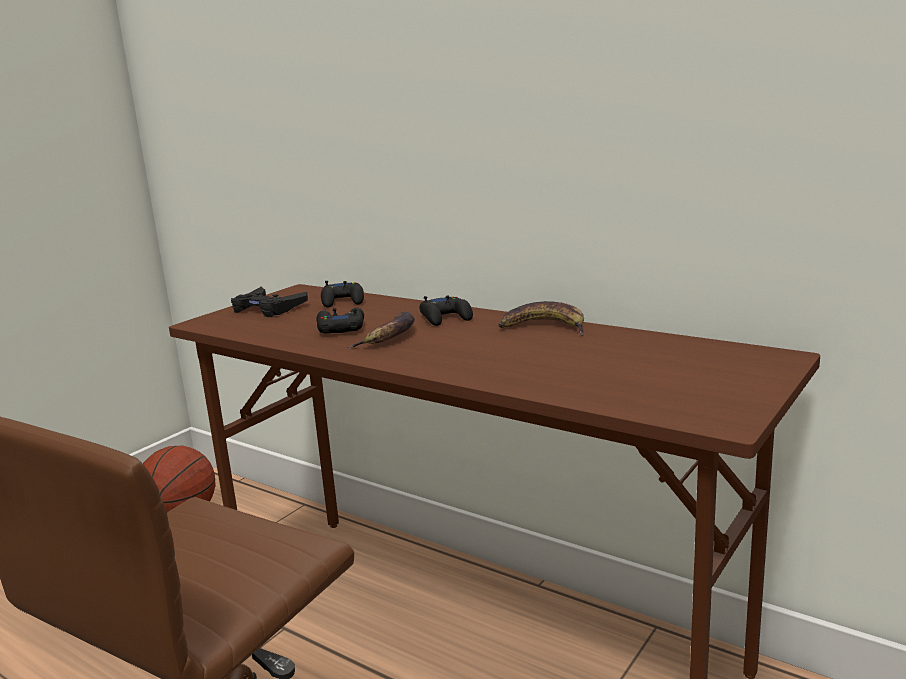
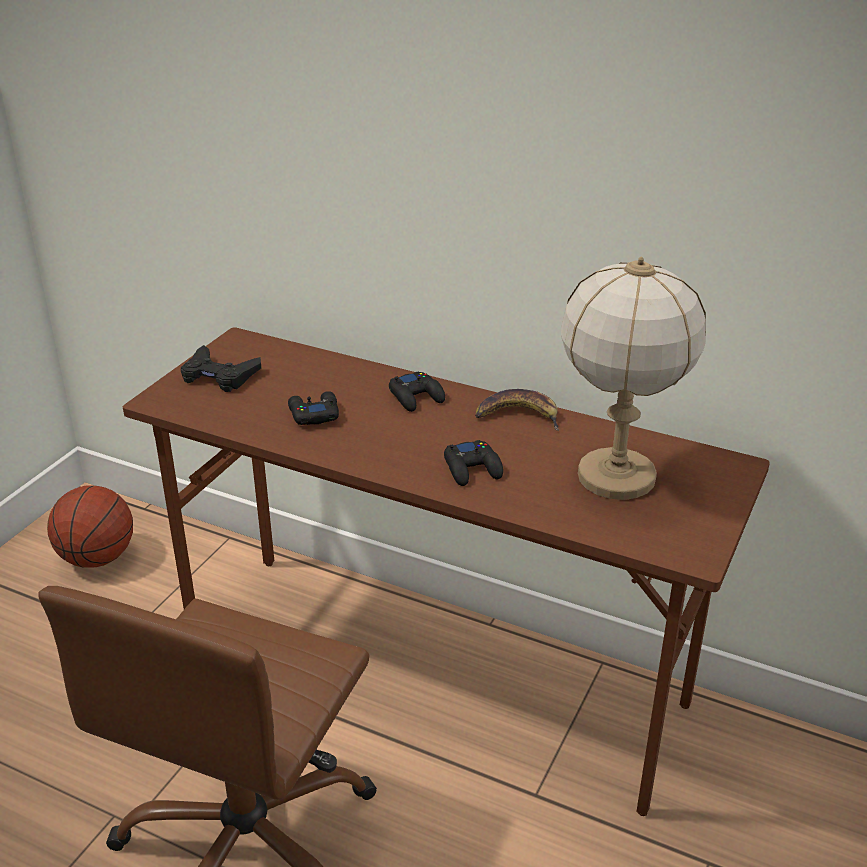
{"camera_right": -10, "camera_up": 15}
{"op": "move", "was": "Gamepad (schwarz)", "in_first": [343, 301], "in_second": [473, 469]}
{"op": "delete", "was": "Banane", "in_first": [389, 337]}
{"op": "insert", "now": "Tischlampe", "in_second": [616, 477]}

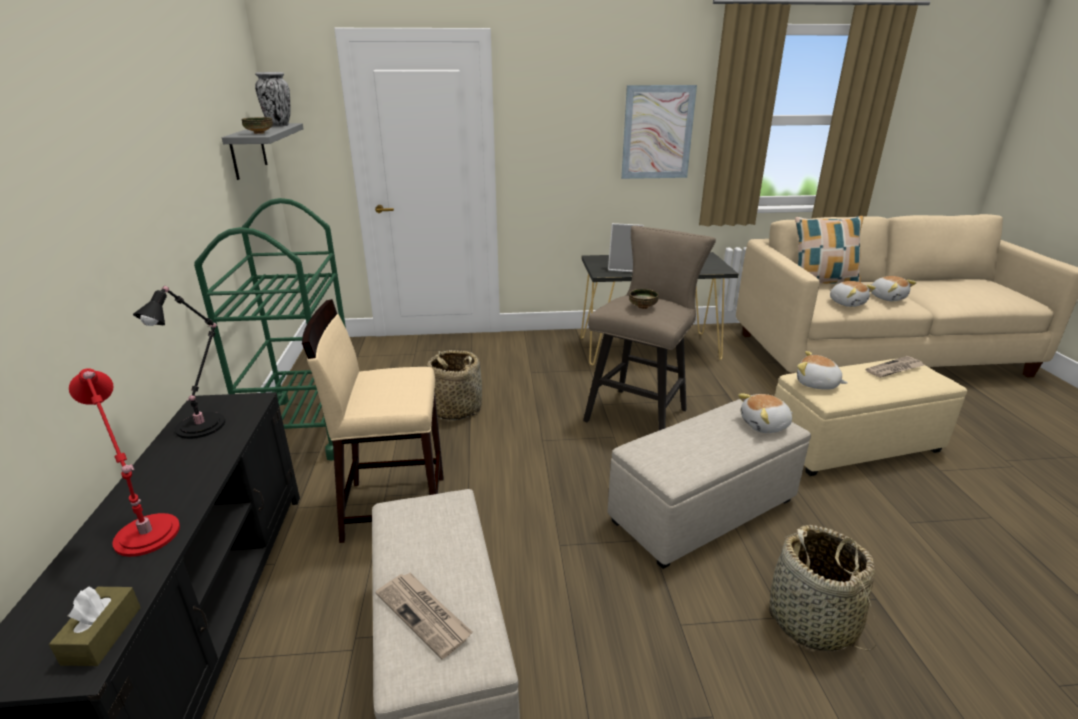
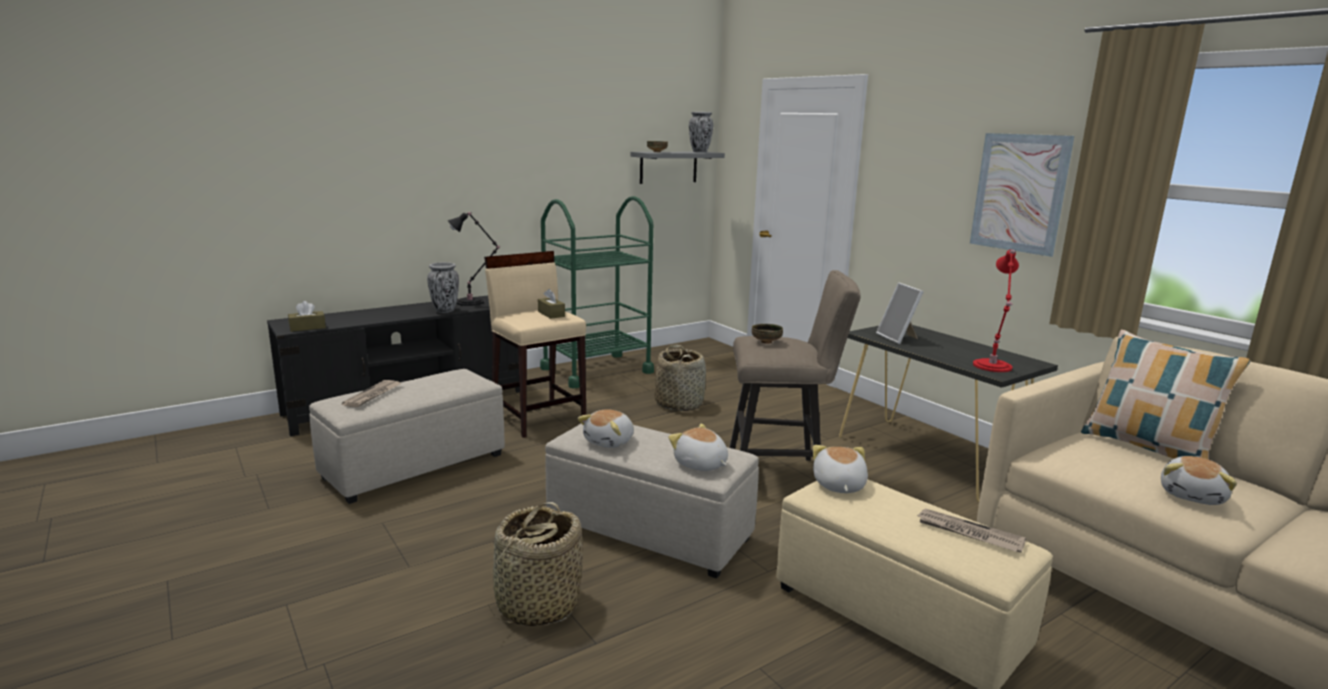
{"camera_right": 60, "camera_up": -10}
{"op": "move", "was": "Tischlampe (rot)", "in_first": [148, 538], "in_second": [992, 367]}
{"op": "move", "was": "Plüschtier", "in_first": [847, 303], "in_second": [610, 442]}
{"op": "insert", "now": "Vase", "in_second": [444, 310]}
{"op": "insert", "now": "Taschentuchbox (braun)", "in_second": [551, 314]}

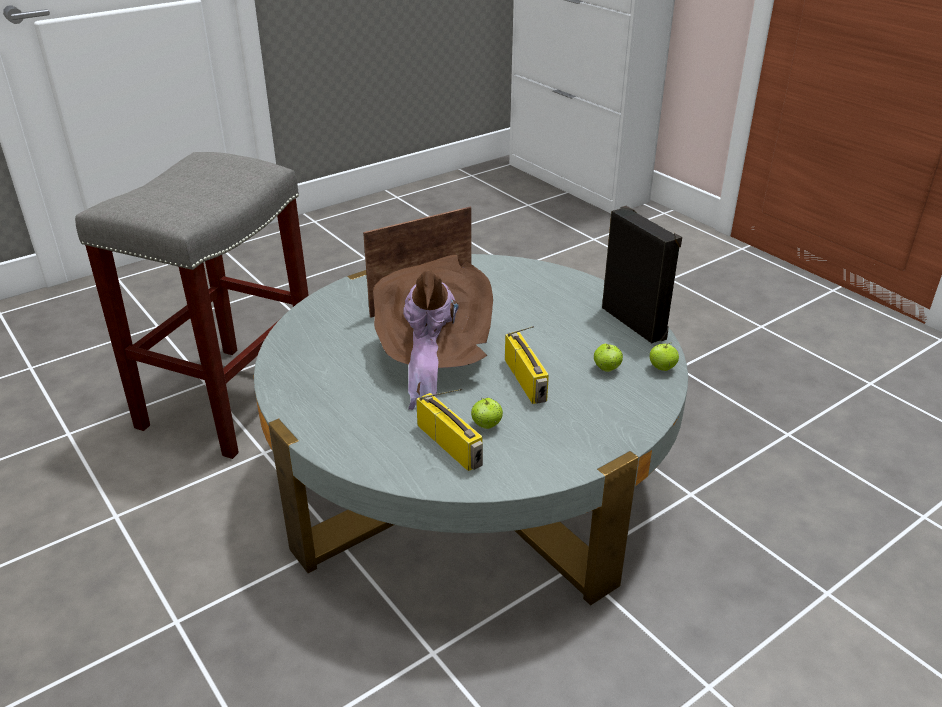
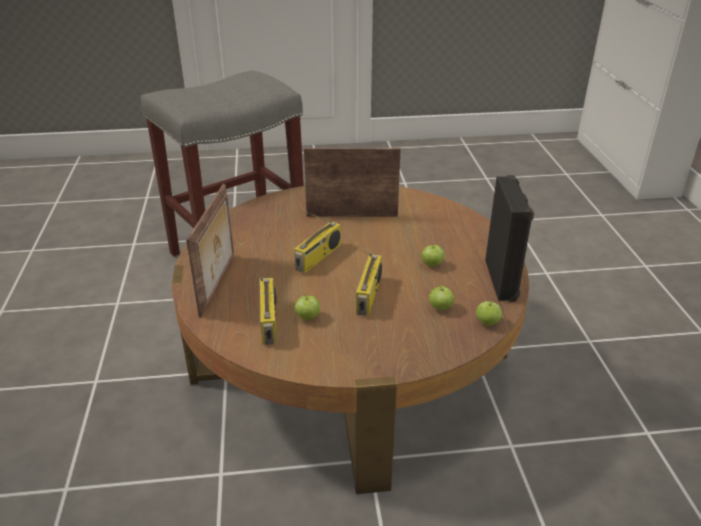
{"camera_right": 30, "camera_up": 0}
{"op": "recolor", "was": "Couchtisch (grau)", "now": "Couchtisch (braun)", "in_first": [470, 474], "in_second": [350, 361]}
{"op": "replace", "was": "Hut (braun)", "now": "Radio", "in_first": [432, 359], "in_second": [318, 258]}
{"op": "insert", "now": "Bilderrahmen", "in_second": [219, 284]}
{"op": "insert", "now": "Apfel", "in_second": [432, 265]}

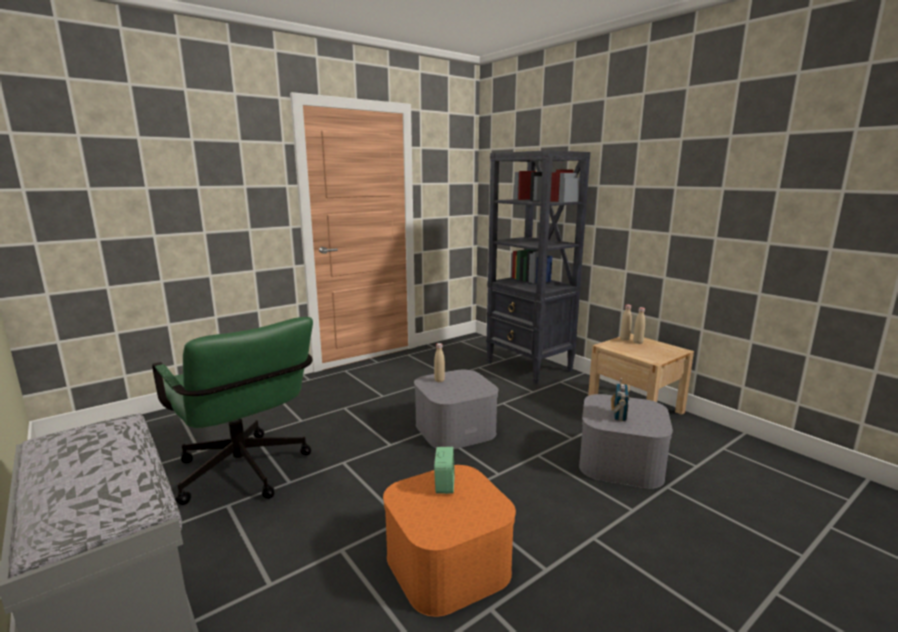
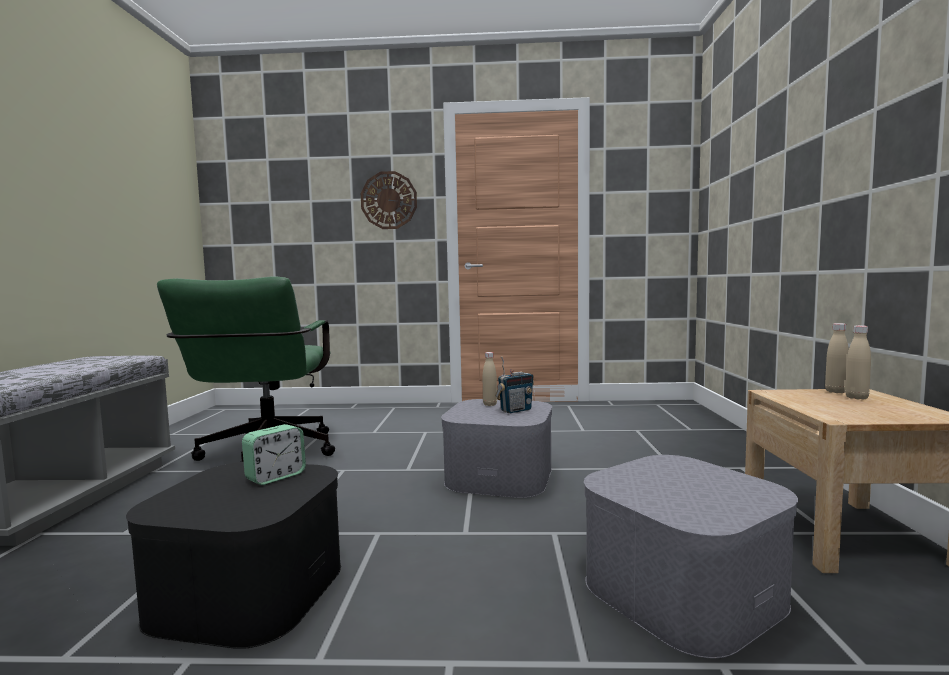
{"camera_right": 40, "camera_up": -10}
{"op": "recolor", "was": "Aufbewahrungsbox (orange)", "now": "Aufbewahrungsbox (schwarz)", "in_first": [447, 563], "in_second": [248, 589]}
{"op": "delete", "was": "Bücherregal (schwarz)", "in_first": [529, 367]}
{"op": "move", "was": "Radio", "in_first": [618, 416], "in_second": [515, 410]}
{"op": "insert", "now": "Wanduhr", "in_second": [389, 200]}

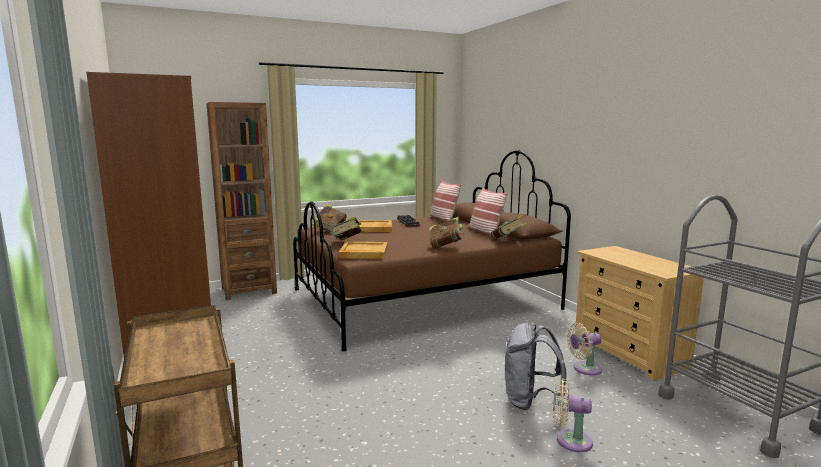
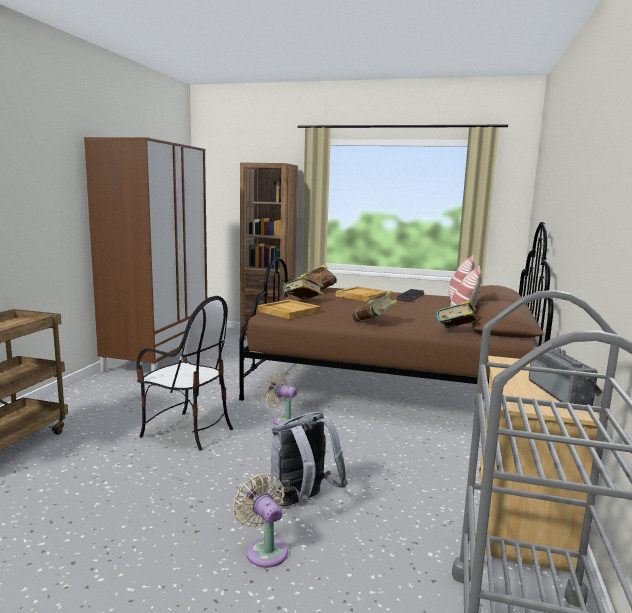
{"camera_right": 40, "camera_up": 0}
{"op": "move", "was": "Ventilator (beige)", "in_first": [584, 369], "in_second": [283, 420]}
{"op": "insert", "now": "Stuhl", "in_second": [187, 431]}
{"op": "insert", "now": "Radio", "in_second": [562, 393]}

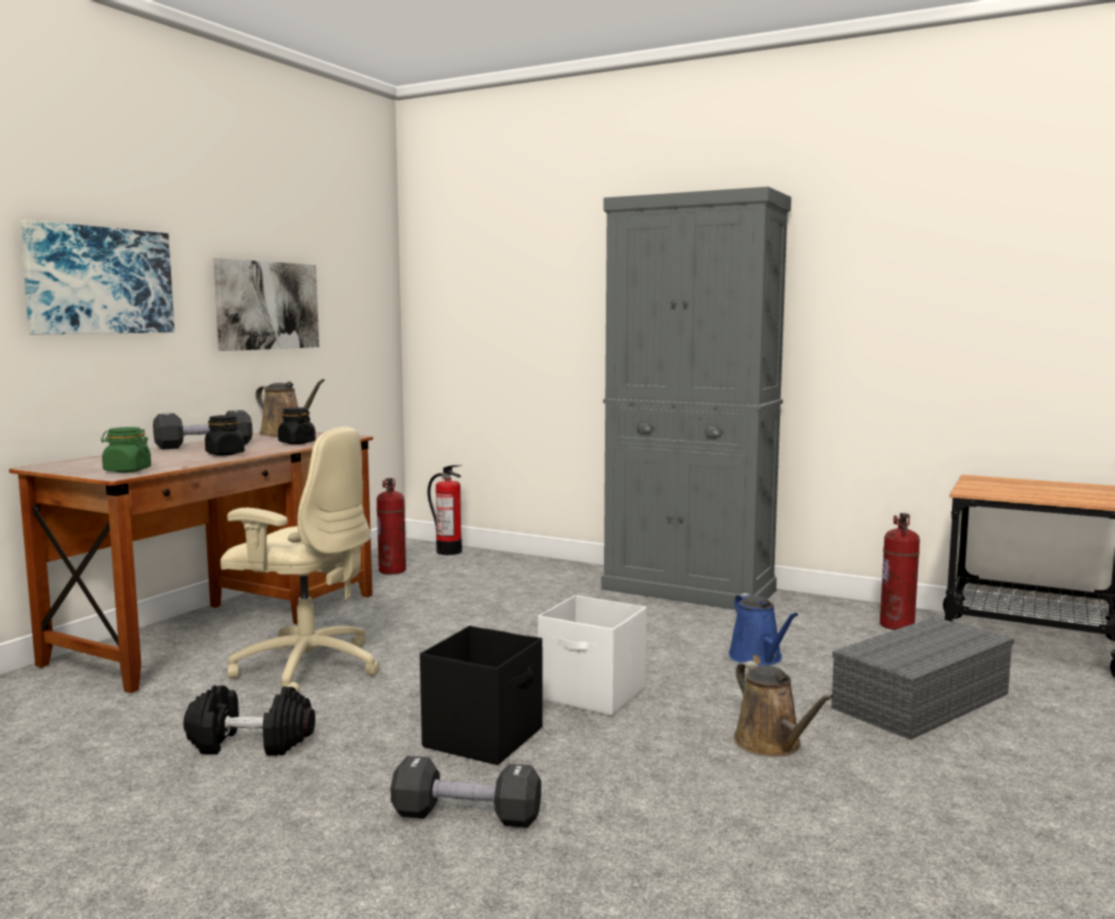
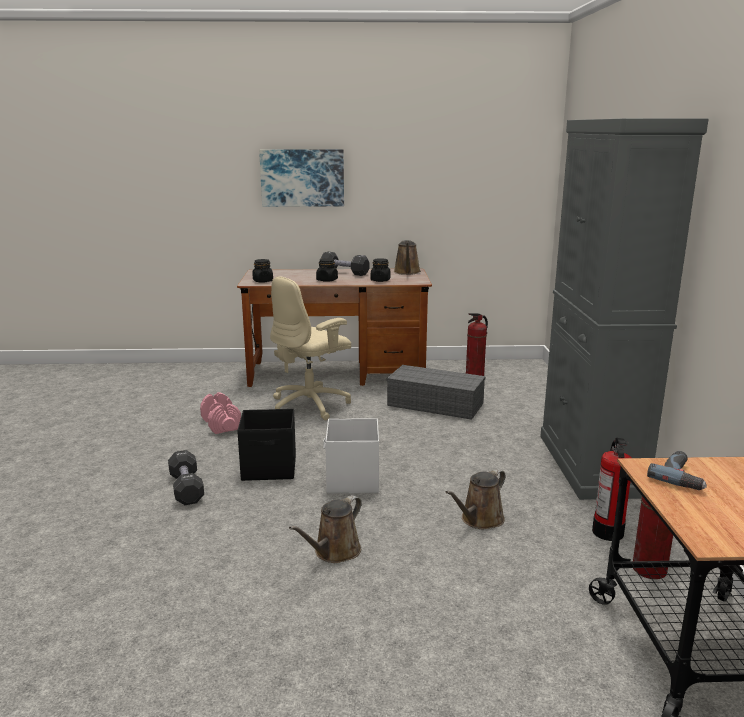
{"camera_right": 60, "camera_up": 10}
{"op": "recolor", "was": "Vorratsglas (grün)", "now": "Vorratsglas (schwarz)", "in_first": [127, 470], "in_second": [262, 281]}
{"op": "recolor", "was": "Hantel (schwarz)", "now": "Hantel (rosa)", "in_first": [251, 743], "in_second": [221, 424]}
{"op": "delete", "was": "Bild", "in_first": [267, 305]}
{"op": "rotate", "was": "Bürostuhl (beige)", "in_first": [306, 667], "in_second": [311, 405], "clockwise": 60}
{"op": "move", "was": "Feuerlöscher", "in_first": [449, 551], "in_second": [608, 532]}
{"op": "recolor", "was": "Gießkanne (blau)", "now": "Gießkanne (braun)", "in_first": [758, 658], "in_second": [479, 520]}
{"op": "move", "was": "Aufbewahrungsbox (grau)", "in_first": [921, 699], "in_second": [437, 404]}
{"op": "insert", "now": "Bohrmaschine", "in_second": [682, 476]}

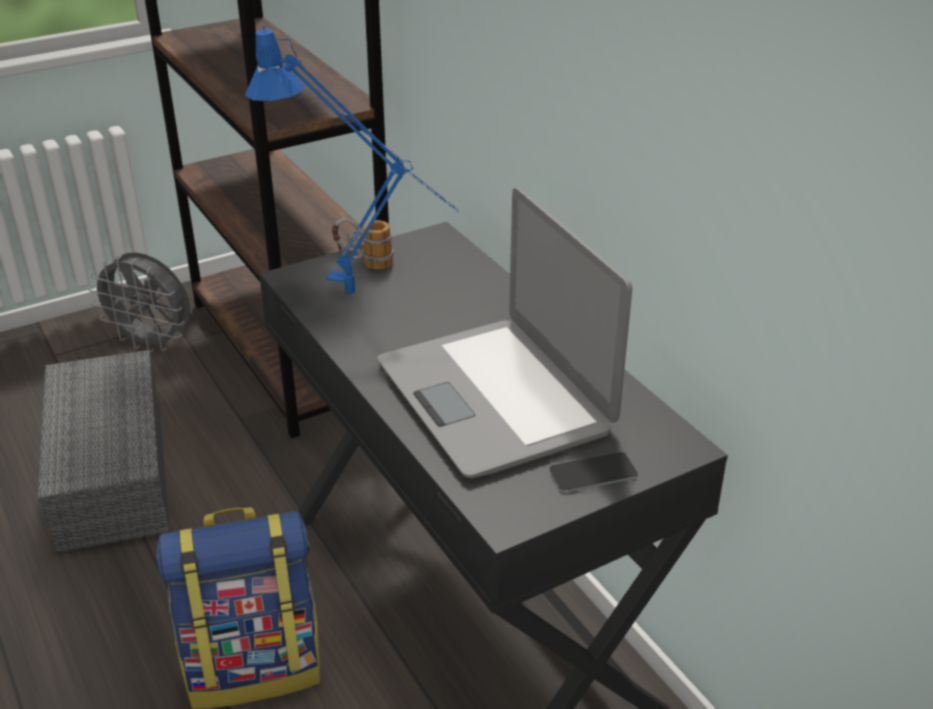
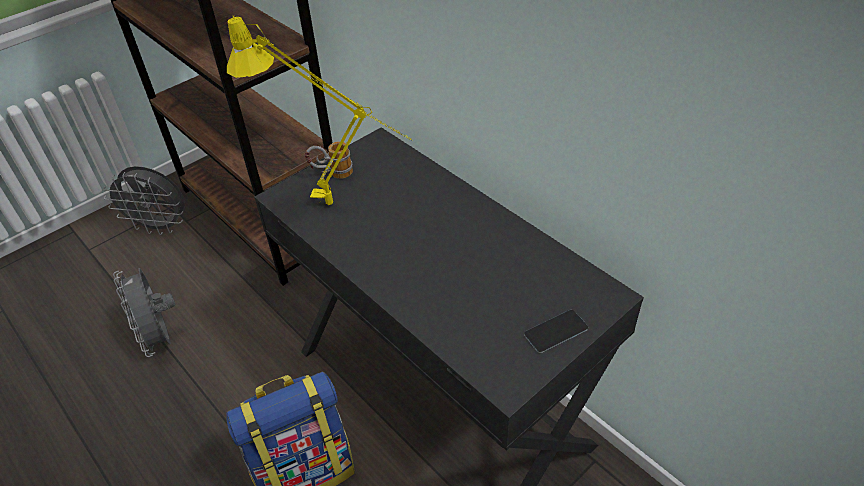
{"camera_right": -10, "camera_up": 10}
{"op": "replace", "was": "Aufbewahrungsbox (grau)", "now": "Ventilator (grau)", "in_first": [114, 473], "in_second": [161, 337]}
{"op": "recolor", "was": "Tischlampe (blau)", "now": "Tischlampe (gelb)", "in_first": [363, 298], "in_second": [340, 206]}
{"op": "delete", "was": "Laptop", "in_first": [495, 397]}

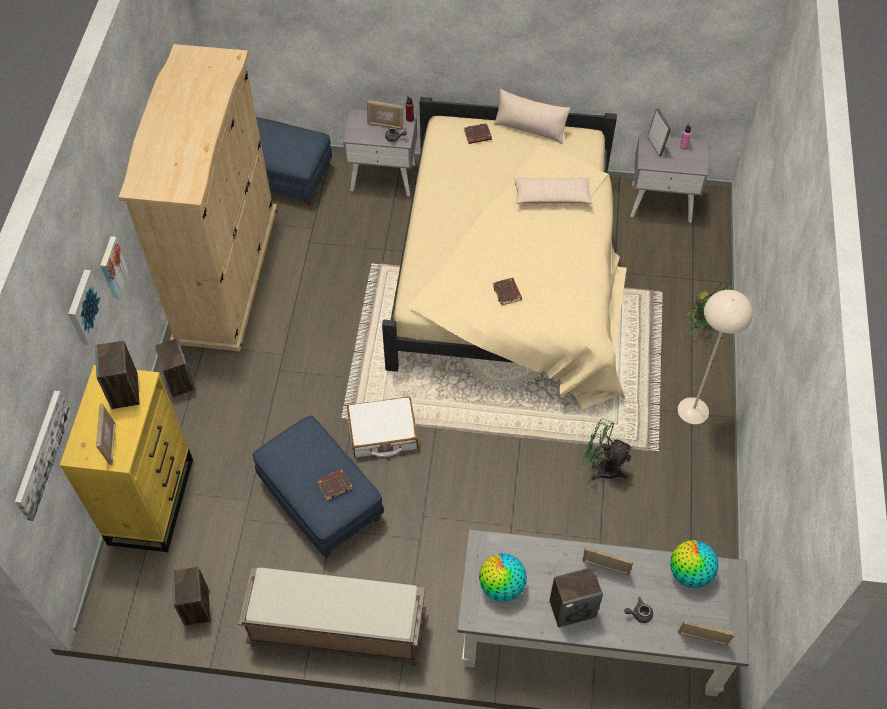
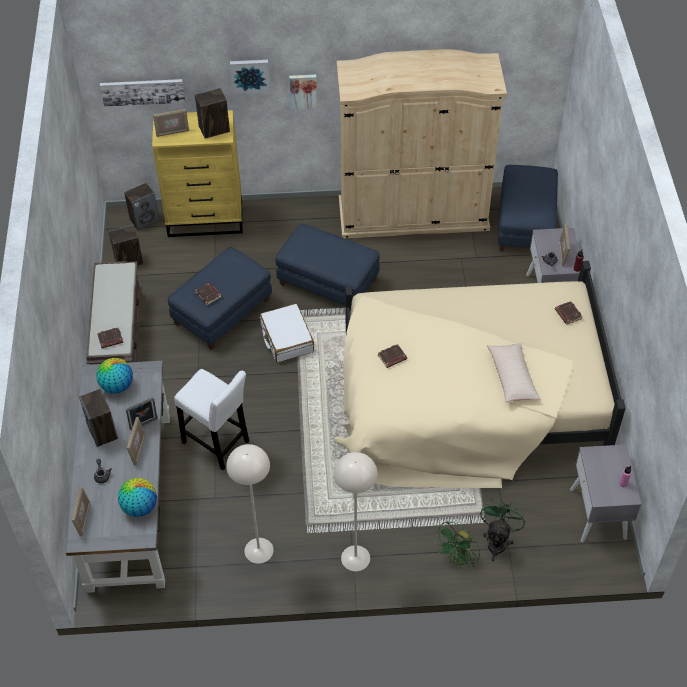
{"camera_right": 80, "camera_up": -5}
{"op": "move", "was": "Lautsprecher", "in_first": [179, 381], "in_second": [144, 220]}
{"op": "delete", "was": "Kissen (beige)", "in_first": [530, 128]}
{"op": "move", "was": "Ventilator (grün)", "in_first": [602, 467], "in_second": [497, 541]}
{"op": "move", "was": "Bilderrahmen", "in_first": [656, 146], "in_second": [144, 425]}
{"op": "insert", "now": "Buch (braun)", "in_second": [110, 339]}
{"op": "insert", "now": "Hocker (weiß)", "in_second": [218, 444]}
{"op": "insert", "now": "Stehlampe (beige)", "in_second": [259, 550]}
{"op": "insert", "now": "Polsterhocker (blau)", "in_second": [327, 281]}

